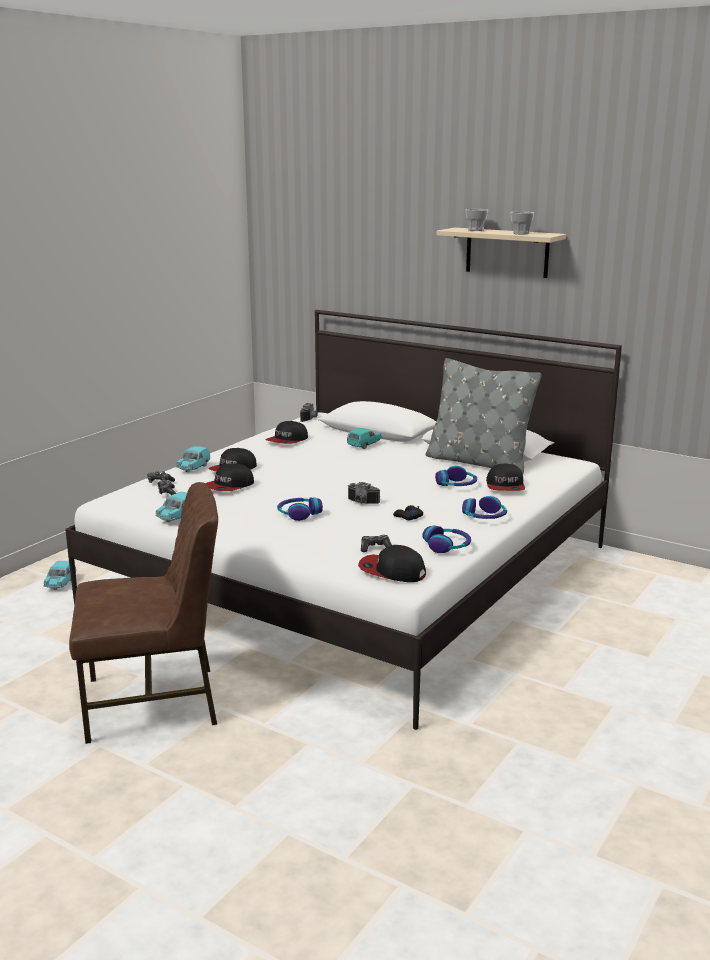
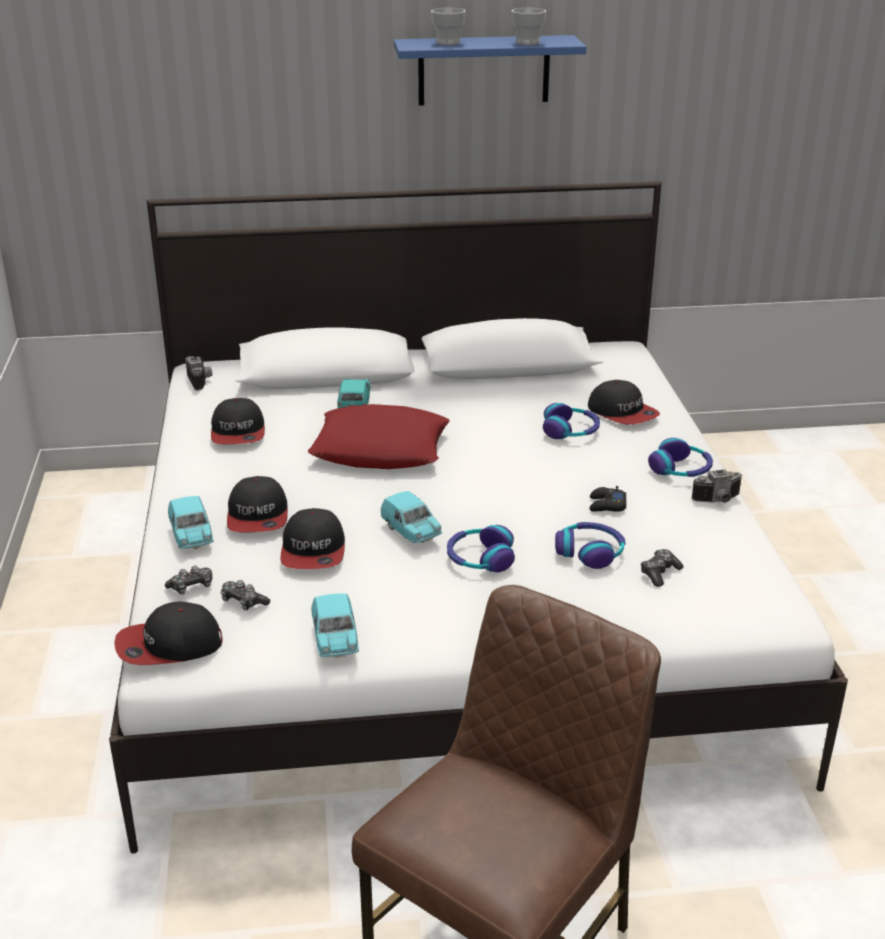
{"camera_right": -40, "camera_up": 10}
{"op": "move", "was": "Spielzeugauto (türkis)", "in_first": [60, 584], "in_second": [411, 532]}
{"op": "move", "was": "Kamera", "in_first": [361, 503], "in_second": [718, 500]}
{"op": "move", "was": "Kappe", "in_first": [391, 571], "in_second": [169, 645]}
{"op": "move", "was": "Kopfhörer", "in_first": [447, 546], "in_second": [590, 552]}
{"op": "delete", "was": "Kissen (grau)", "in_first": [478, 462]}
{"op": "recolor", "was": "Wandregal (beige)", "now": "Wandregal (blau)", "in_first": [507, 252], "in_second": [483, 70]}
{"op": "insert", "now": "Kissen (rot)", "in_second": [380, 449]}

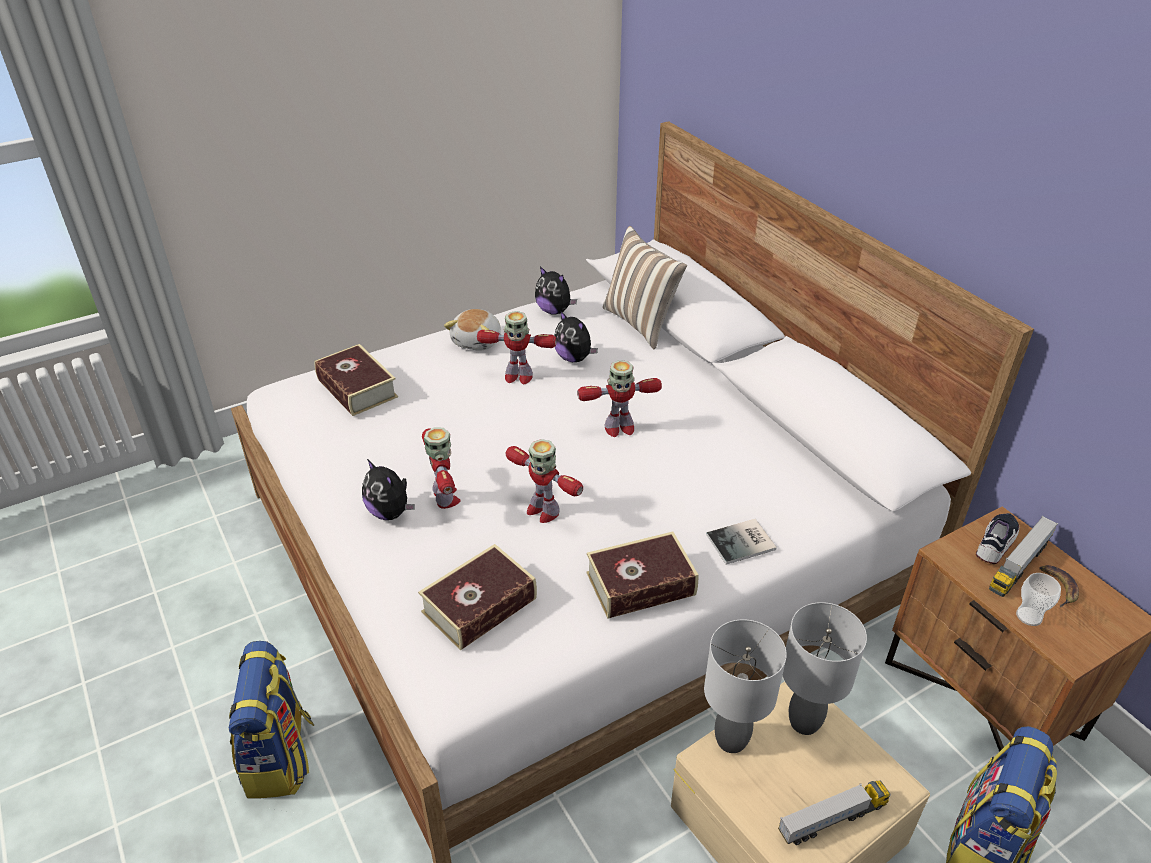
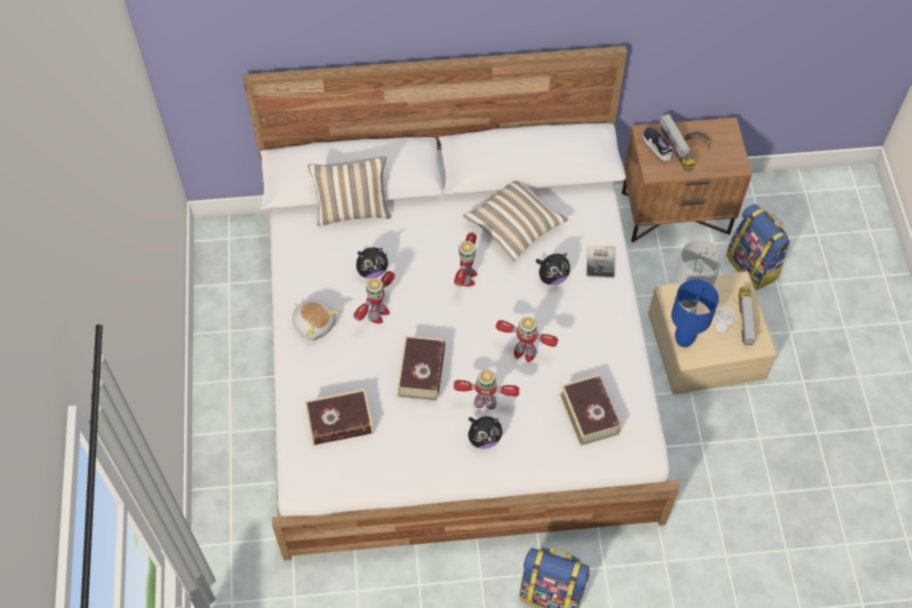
{"camera_right": -65, "camera_up": 20}
{"op": "rotate", "was": "Spielzeugroboter", "in_first": [542, 510], "in_second": [524, 352], "clockwise": 45}
{"op": "move", "was": "Plüschtier", "in_first": [554, 311], "in_second": [552, 277]}
{"op": "move", "was": "Buch", "in_first": [640, 584], "in_second": [421, 372]}
{"op": "recolor", "was": "Tischlampe (grau)", "now": "Tischlampe (blau)", "in_first": [731, 741], "in_second": [684, 340]}
{"op": "move", "was": "Tasse", "in_first": [1029, 616], "in_second": [721, 327]}
{"op": "insert", "now": "Kissen", "in_second": [515, 226]}

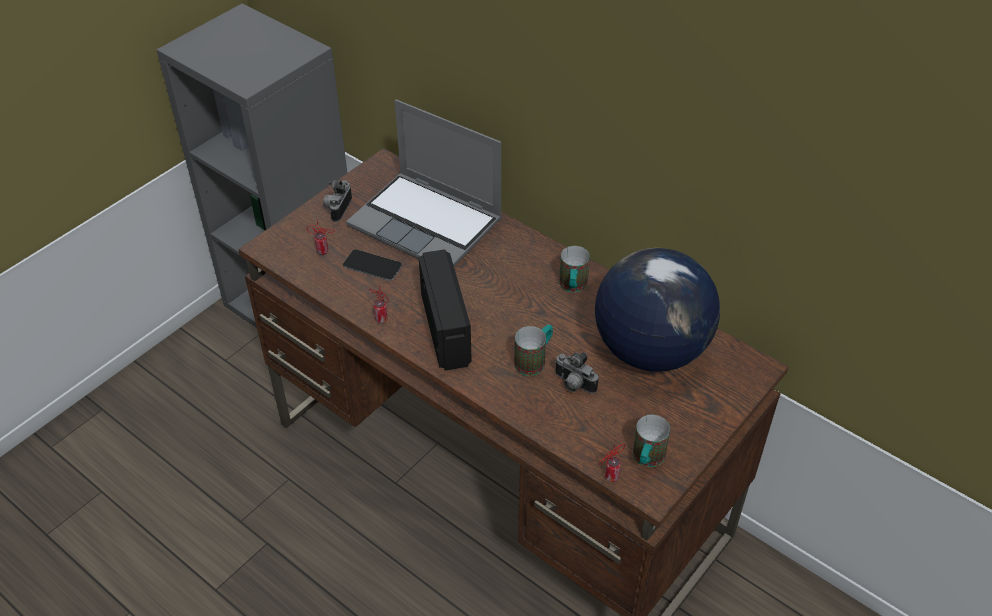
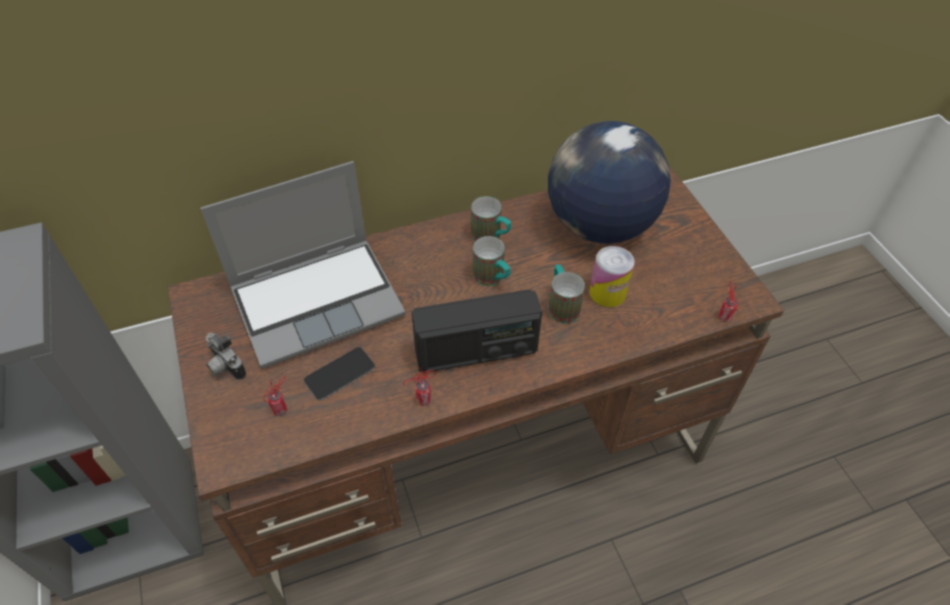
{"camera_right": -60, "camera_up": 5}
{"op": "rotate", "was": "Radio", "in_first": [446, 329], "in_second": [476, 351], "clockwise": 150}
{"op": "replace", "was": "Kamera", "now": "Dose", "in_first": [573, 385], "in_second": [607, 292]}
{"op": "move", "was": "Henkelbecher", "in_first": [646, 460], "in_second": [492, 279]}

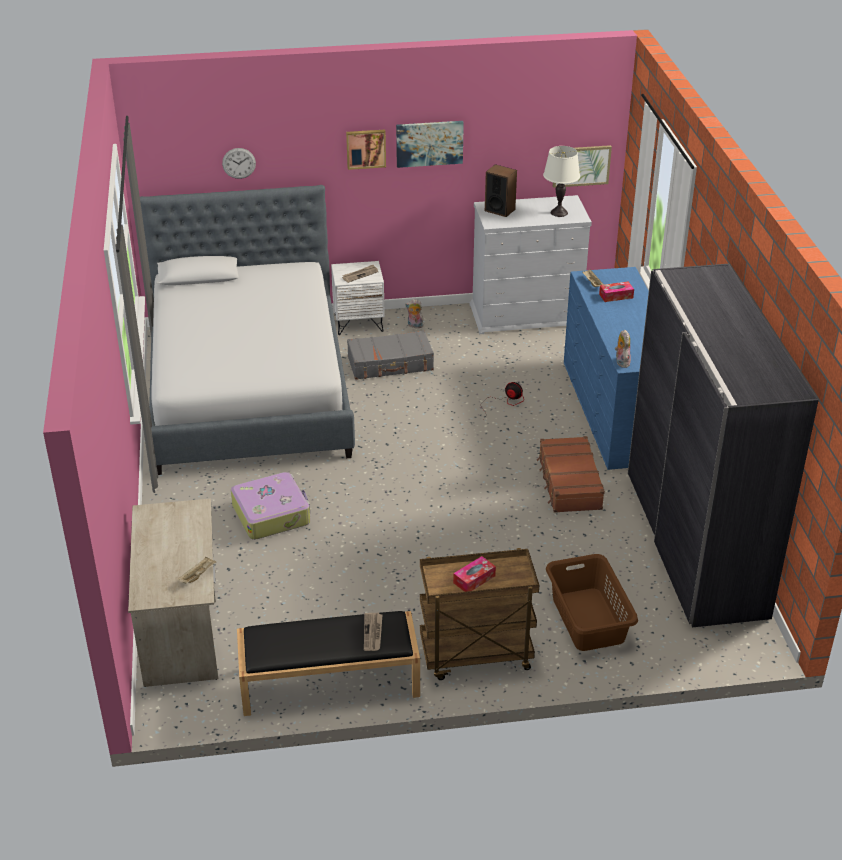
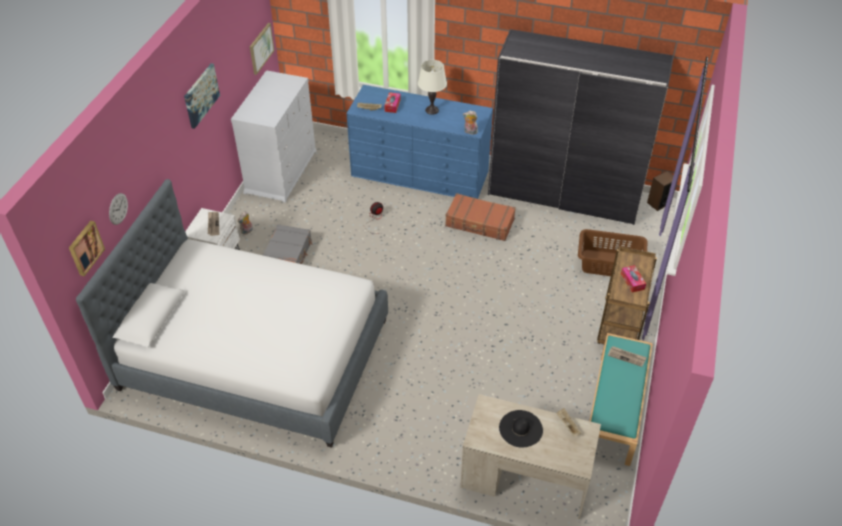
{"camera_right": -65, "camera_up": 10}
{"op": "delete", "was": "Koffer", "in_first": [272, 514]}
{"op": "recolor", "was": "Bank (schwarz)", "now": "Bank (türkis)", "in_first": [328, 682], "in_second": [615, 409]}
{"op": "move", "was": "Bild", "in_first": [366, 148], "in_second": [85, 248]}
{"op": "move", "was": "Lautsprecher", "in_first": [499, 210], "in_second": [658, 203]}
{"op": "move", "was": "Tischlampe (weiß)", "in_first": [559, 212], "in_second": [432, 110]}
{"op": "insert", "now": "Hut (schwarz)", "in_second": [521, 428]}

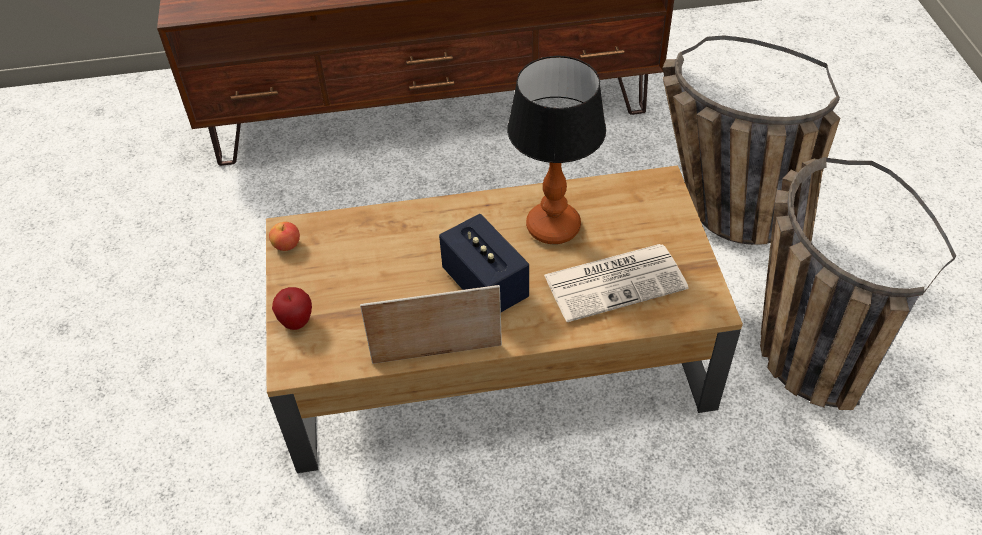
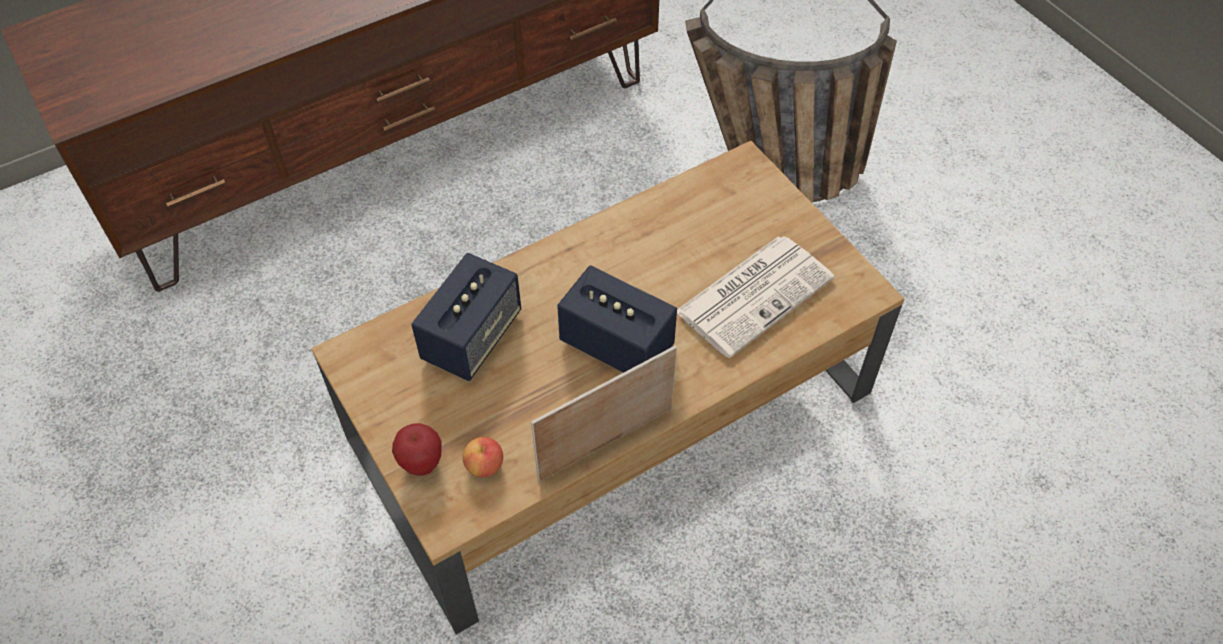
{"camera_right": -25, "camera_up": 5}
{"op": "move", "was": "Apfel", "in_first": [287, 245], "in_second": [484, 465]}
{"op": "delete", "was": "Tischlampe", "in_first": [552, 226]}
{"op": "delete", "was": "Korb", "in_first": [796, 340]}
{"op": "insert", "now": "Lautsprecher", "in_second": [472, 337]}

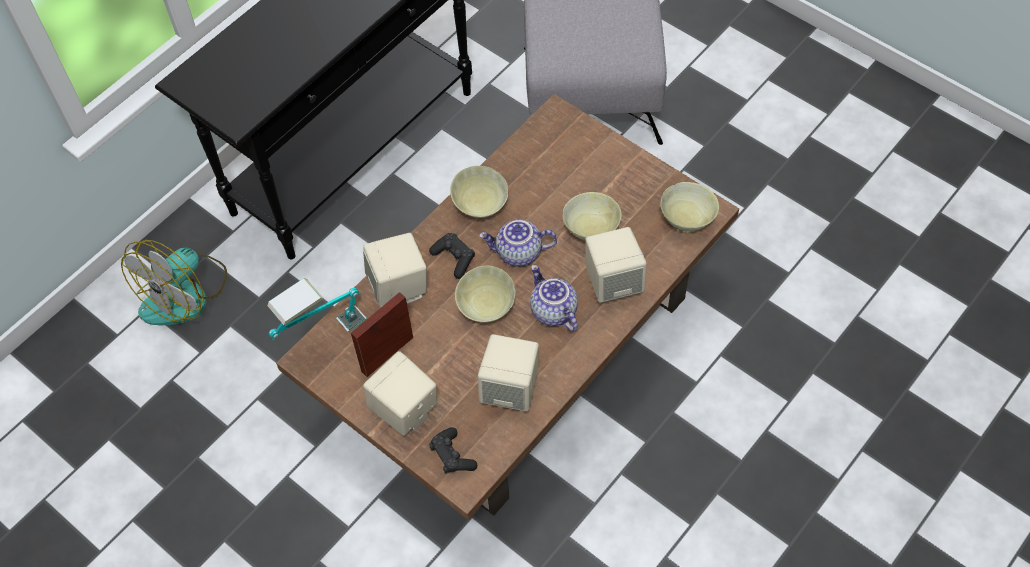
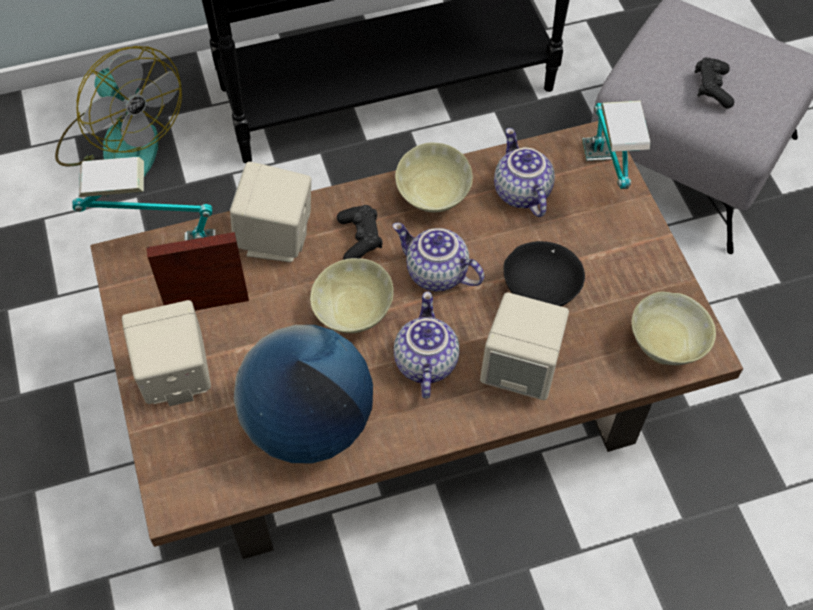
{"camera_right": 30, "camera_up": 0}
{"op": "rotate", "was": "Ventilator", "in_first": [185, 293], "in_second": [120, 141], "clockwise": -105}
{"op": "move", "was": "Gamepad (schwarz)", "in_first": [452, 456], "in_second": [712, 89]}
{"op": "replace", "was": "Lautsprecher (beige)", "now": "Globus", "in_first": [510, 389], "in_second": [308, 424]}
{"op": "recolor", "was": "Schüssel (beige)", "now": "Schüssel (schwarz)", "in_first": [592, 229], "in_second": [541, 293]}
{"op": "insert", "now": "Teekanne", "in_second": [520, 192]}
{"op": "insert", "now": "Tischlampe", "in_second": [603, 184]}

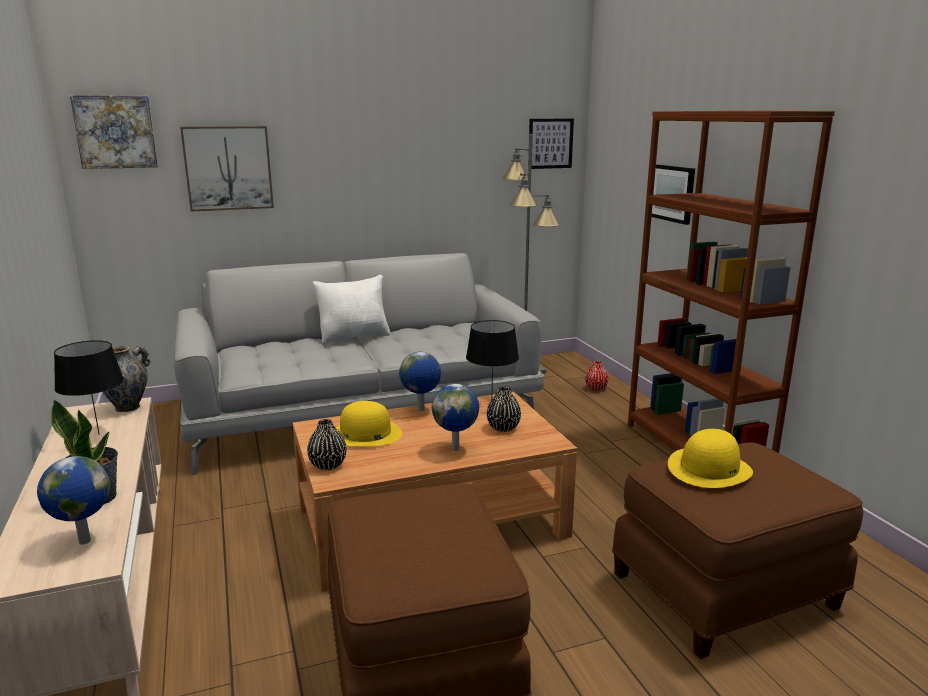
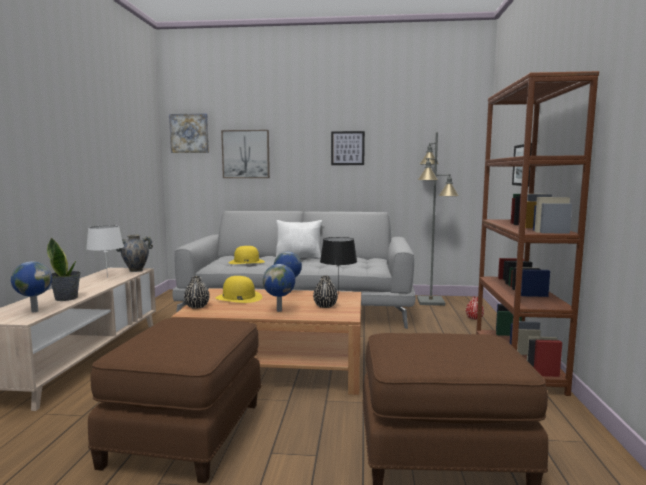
{"camera_right": 25, "camera_up": -10}
{"op": "recolor", "was": "Tischlampe (schwarz)", "now": "Tischlampe (weiß)", "in_first": [98, 434], "in_second": [107, 278]}
{"op": "move", "was": "Bild", "in_first": [550, 143], "in_second": [347, 148]}
{"op": "move", "was": "Hut (gelb)", "in_first": [709, 468], "in_second": [246, 262]}

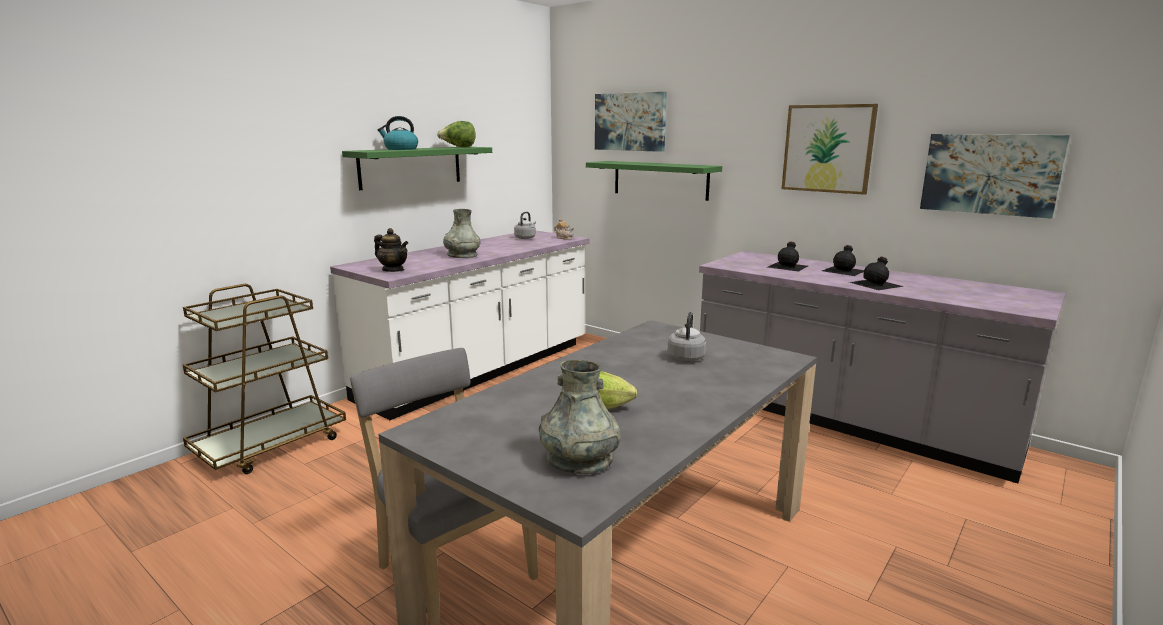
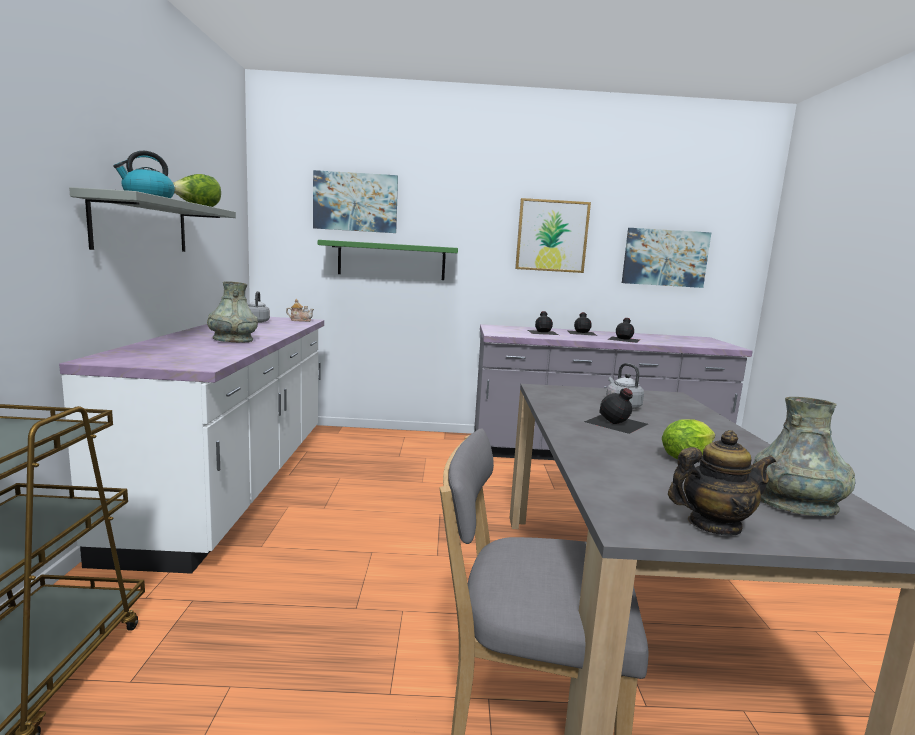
{"camera_right": -40, "camera_up": -5}
{"op": "recolor", "was": "Wandregal (grün)", "now": "Wandregal (grau)", "in_first": [411, 167], "in_second": [142, 225]}
{"op": "move", "was": "Teekanne", "in_first": [393, 270], "in_second": [713, 525]}
{"op": "insert", "now": "Flasche (schwarz)", "in_second": [616, 423]}

